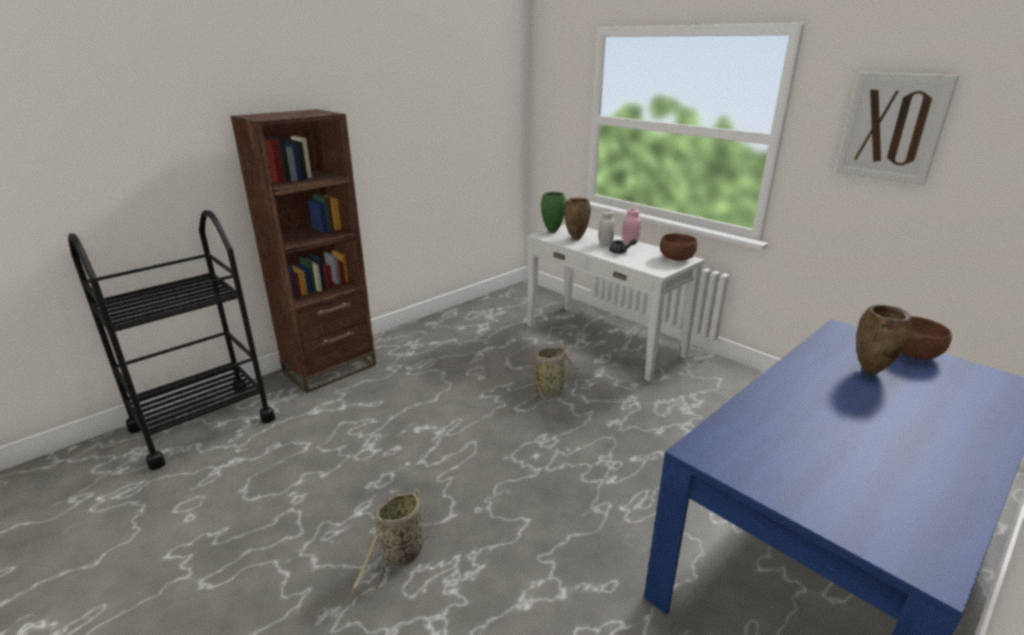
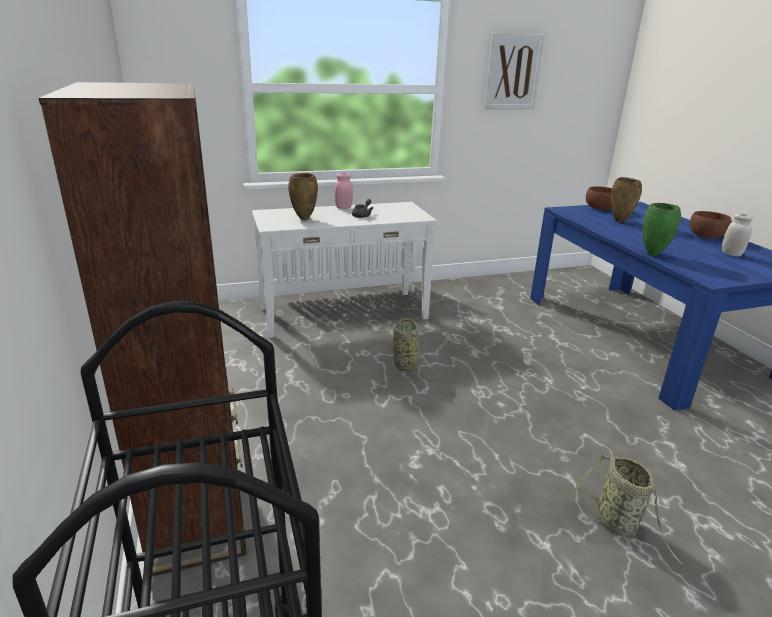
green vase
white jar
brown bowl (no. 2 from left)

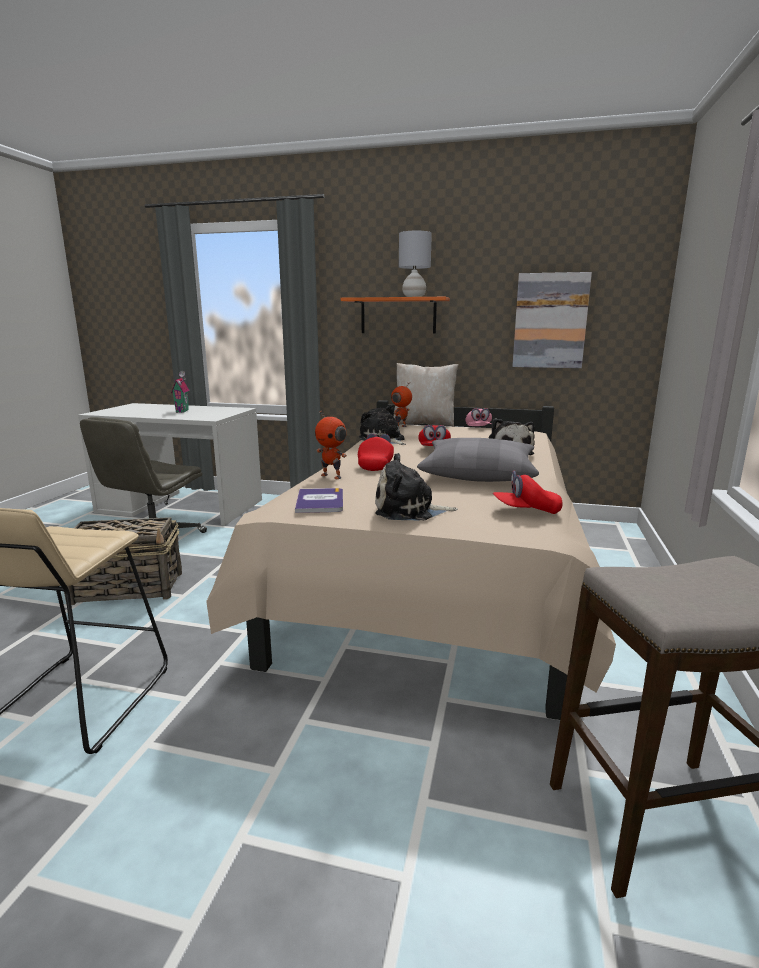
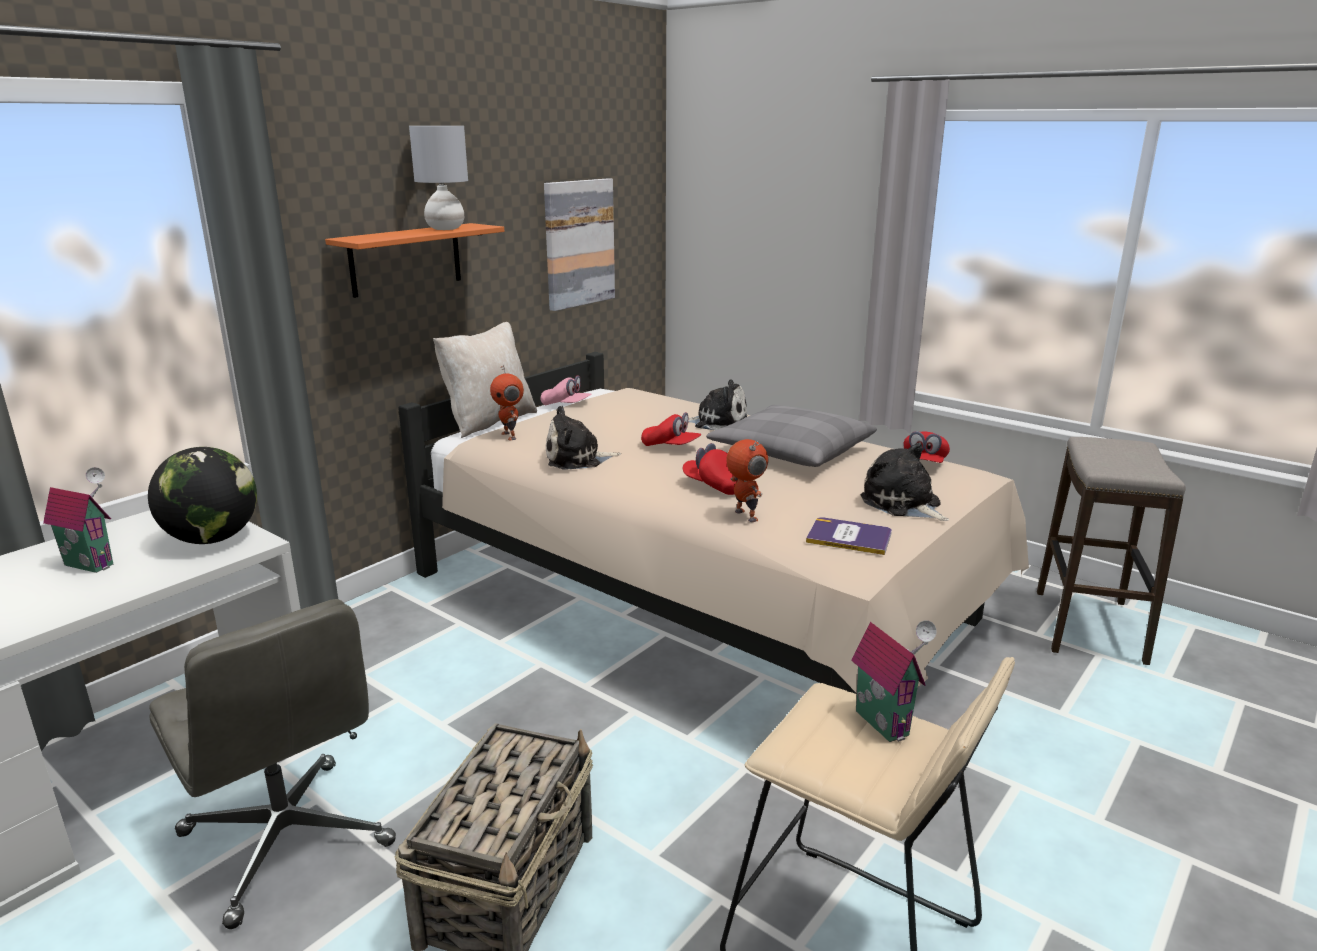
toy robot (no. 2 from left)
plush toy (no. 3 from left)
globe
toy house (no. 2 from left)

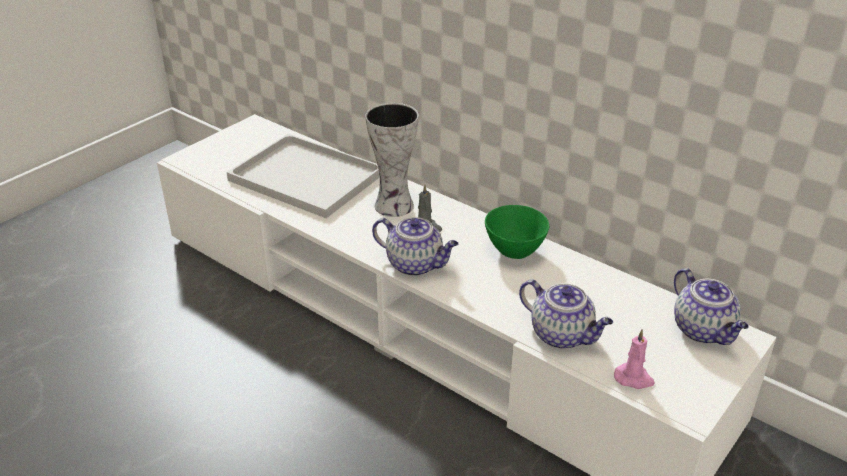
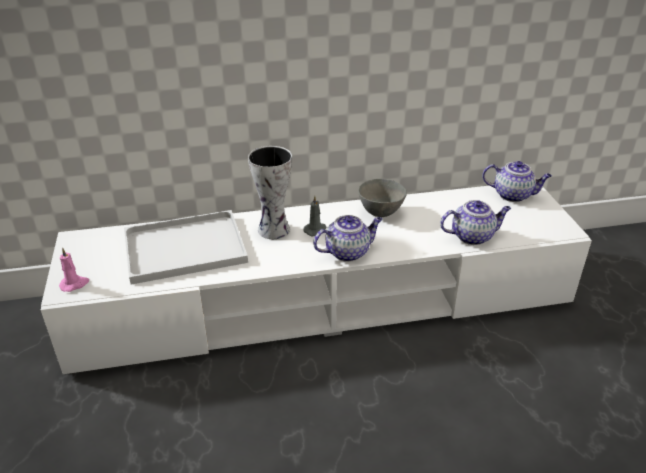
grey bowl
pink candle

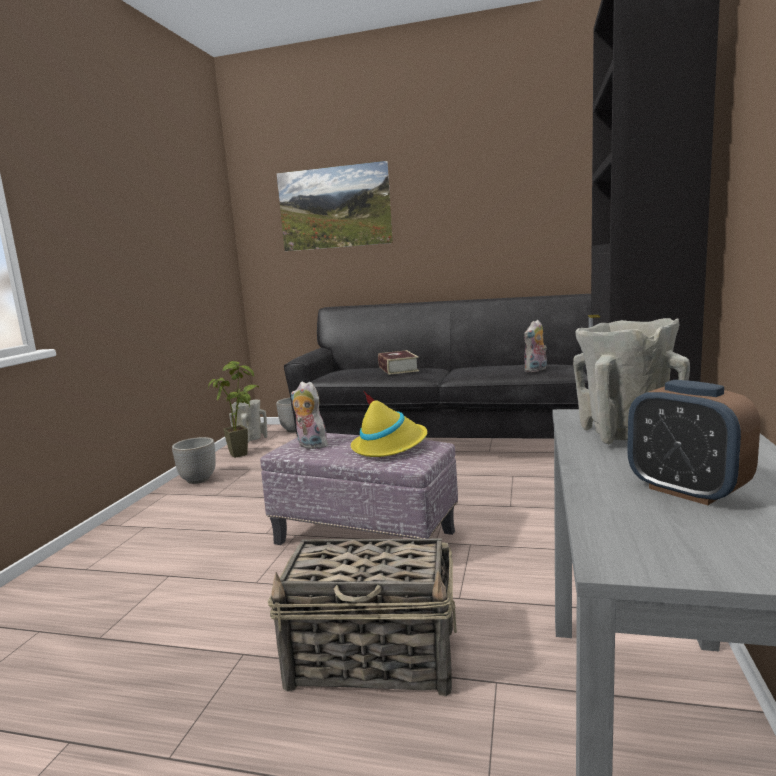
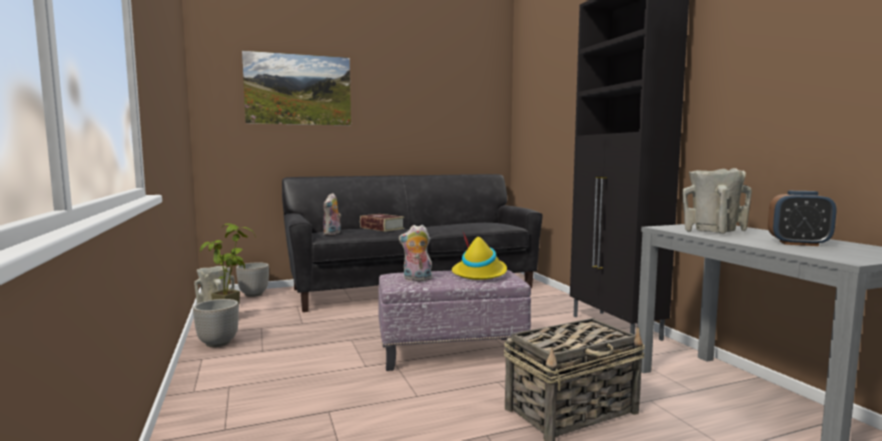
plush toy (no. 1 from left)

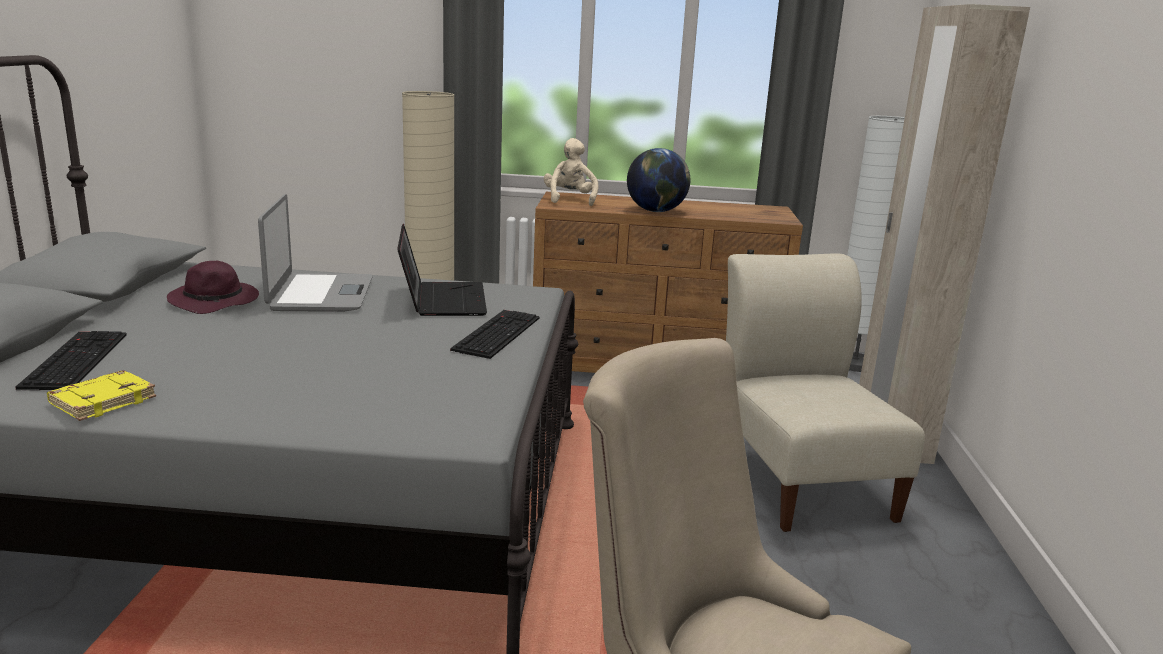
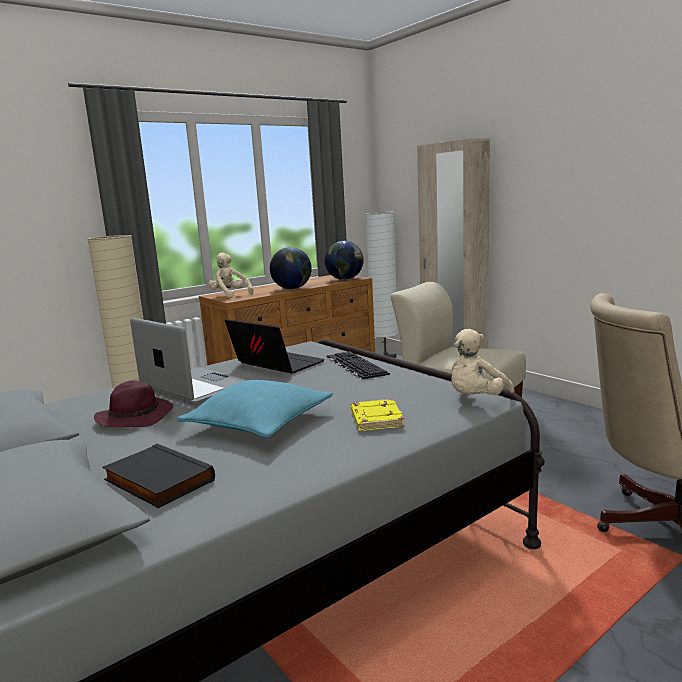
black book
yellow book
turquoise pillow
globe (no. 2 from left)
beige plush toy (no. 2 from left)

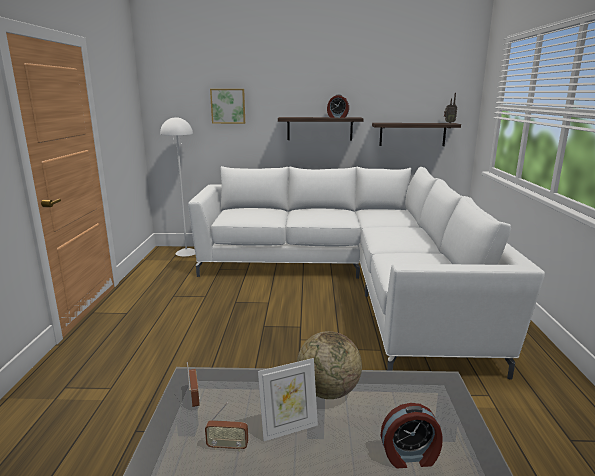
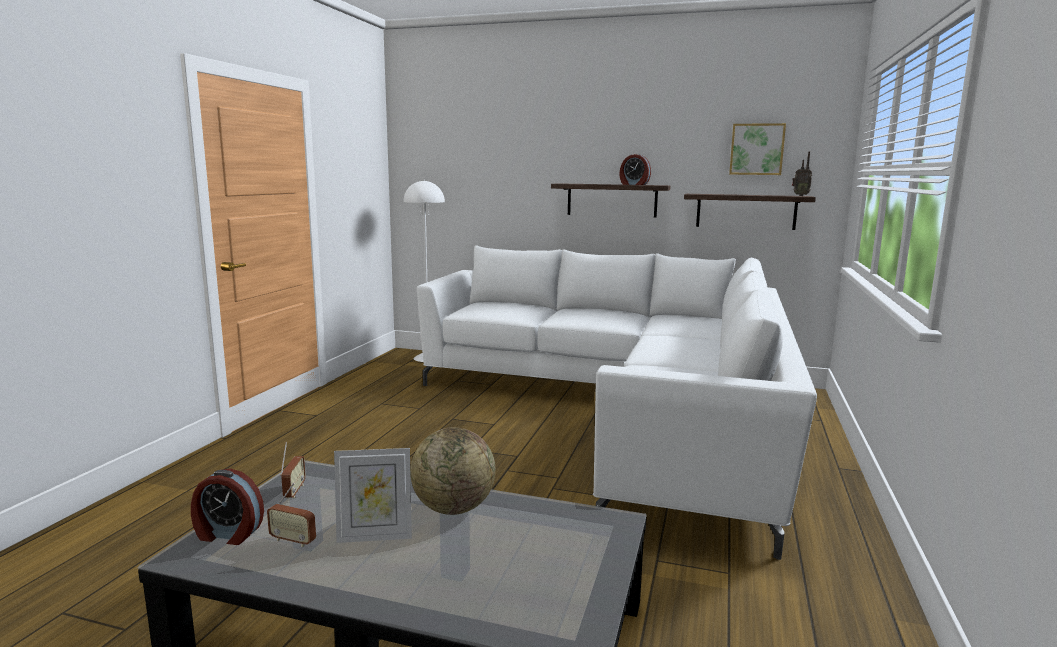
picture
alarm clock (no. 1 from left)

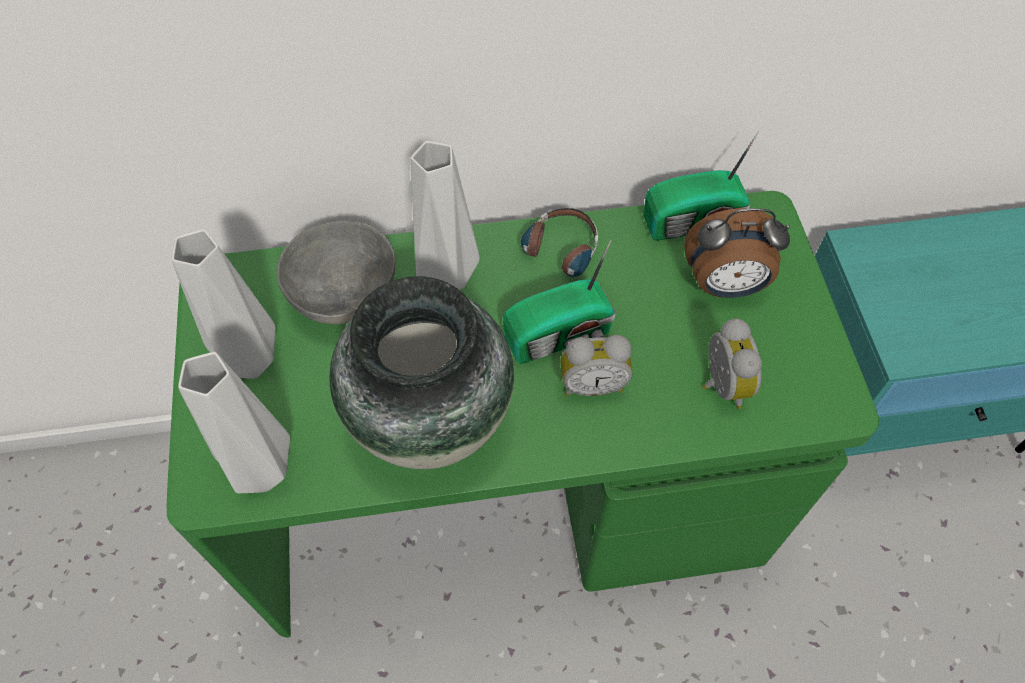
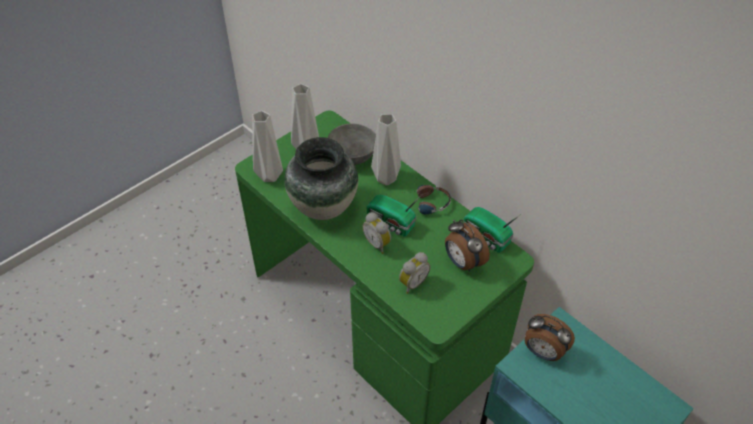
alarm clock (no. 4 from left)

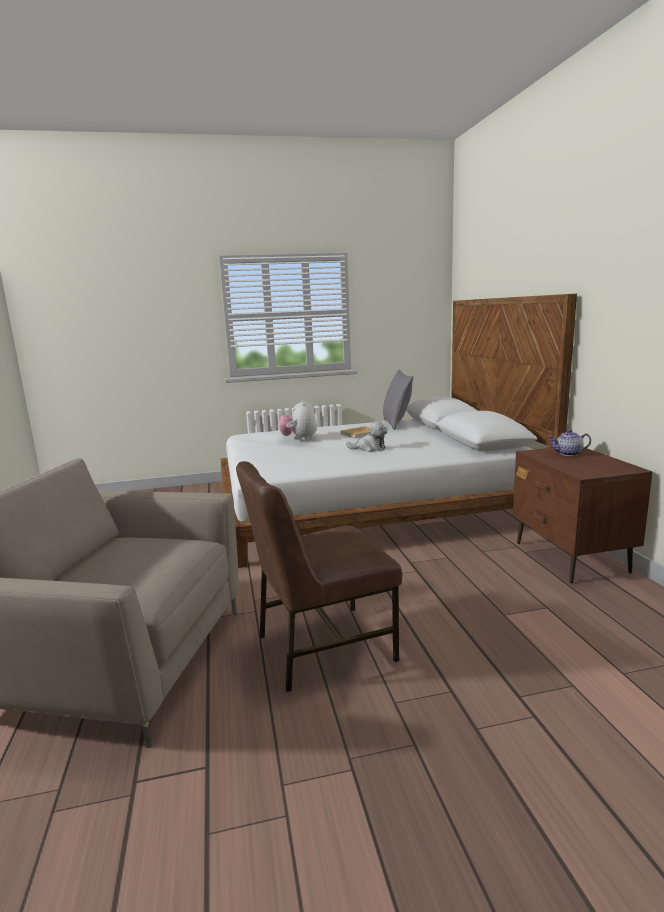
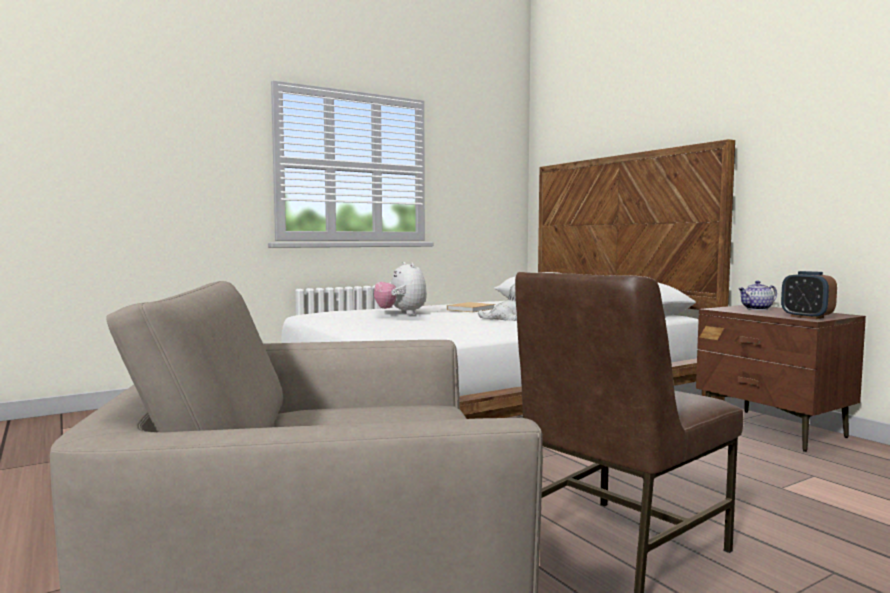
grey pillow
alarm clock

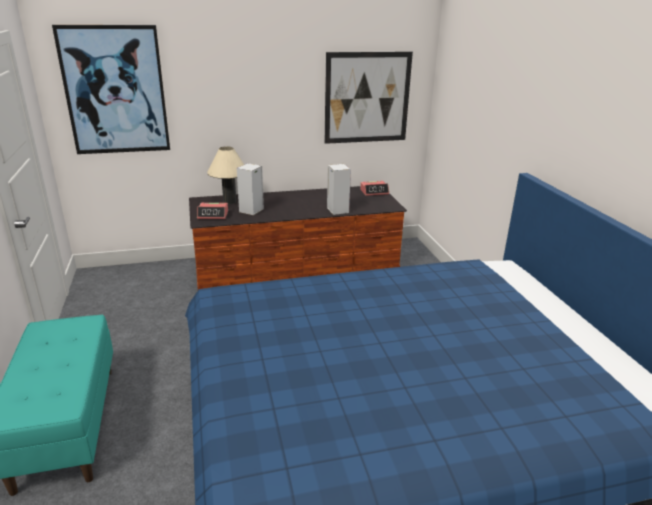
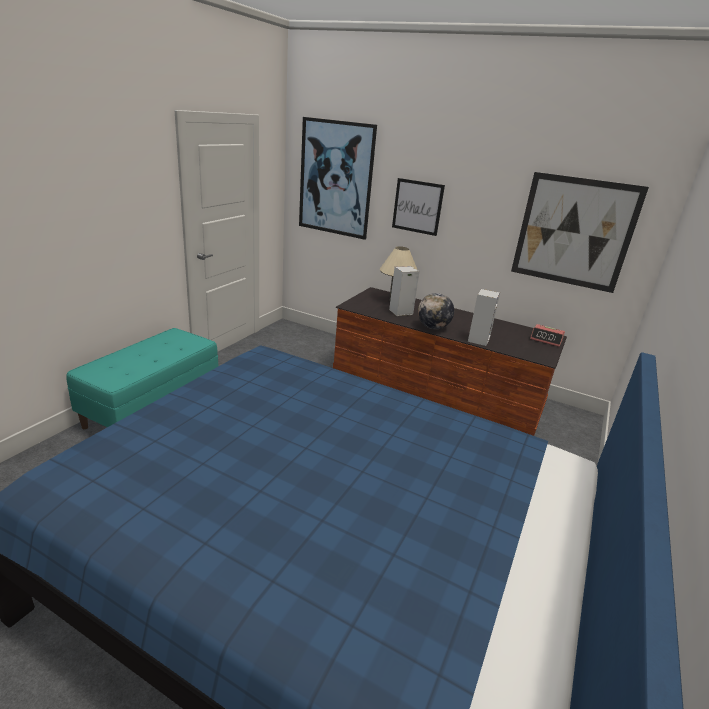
alarm clock (no. 1 from left in the first image)
picture (no. 2 from left)
globe

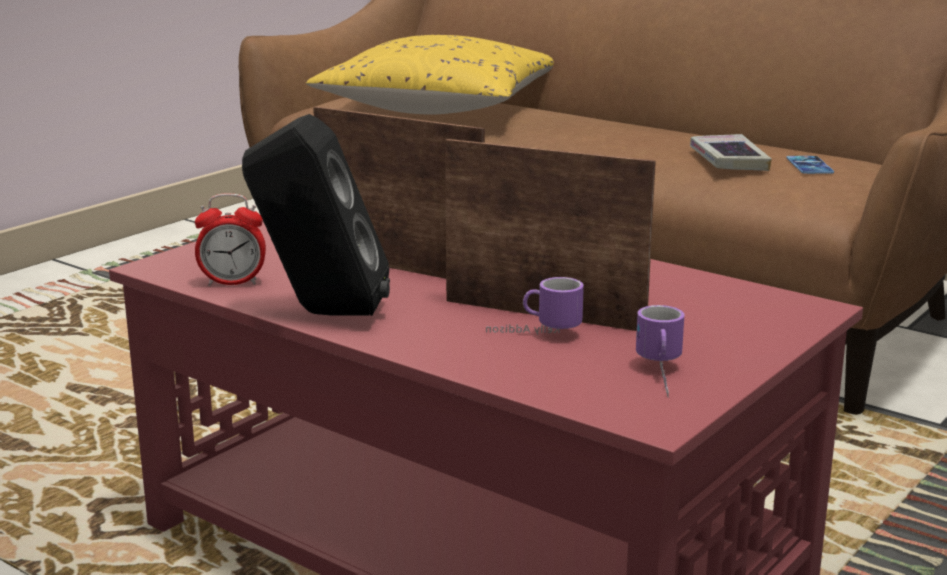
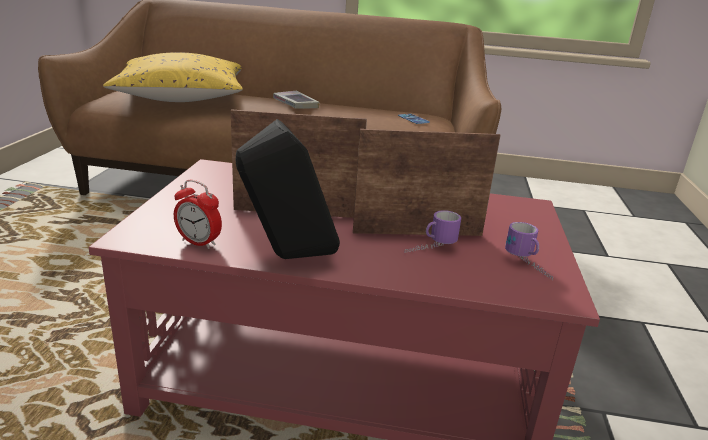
alarm clock
book

